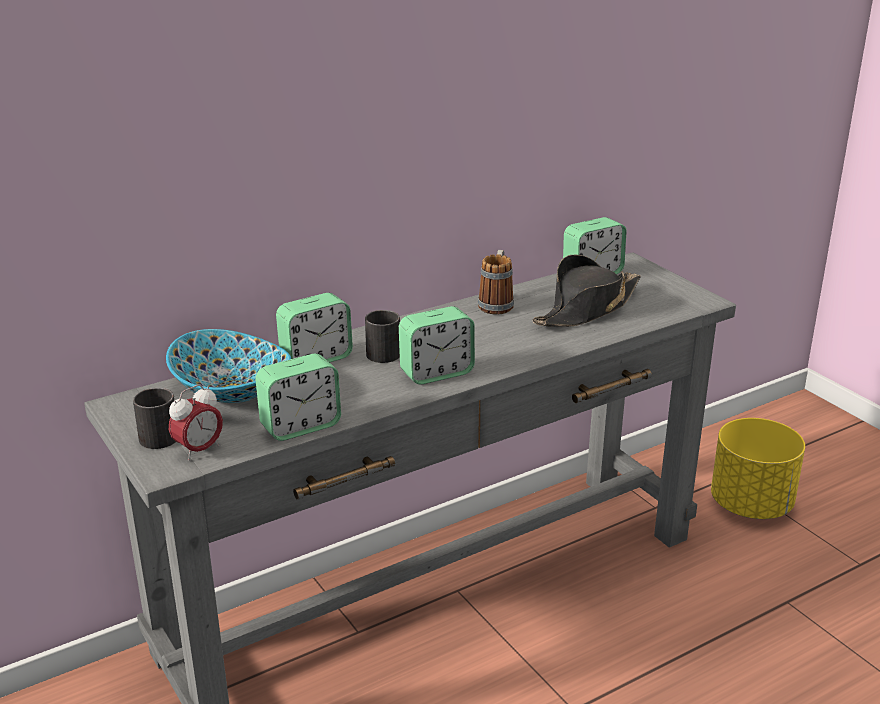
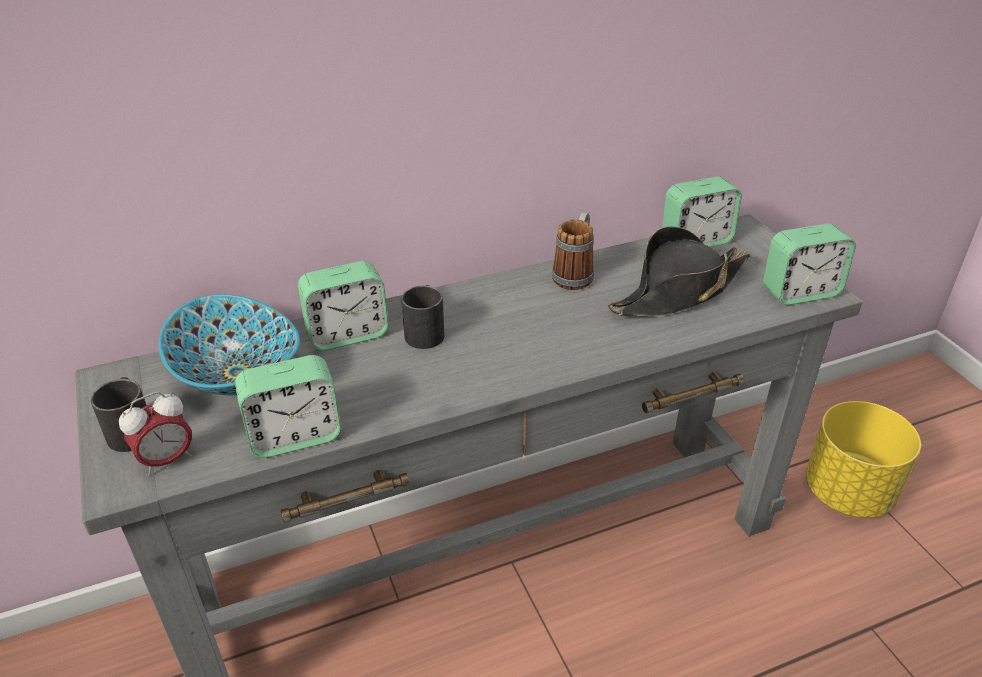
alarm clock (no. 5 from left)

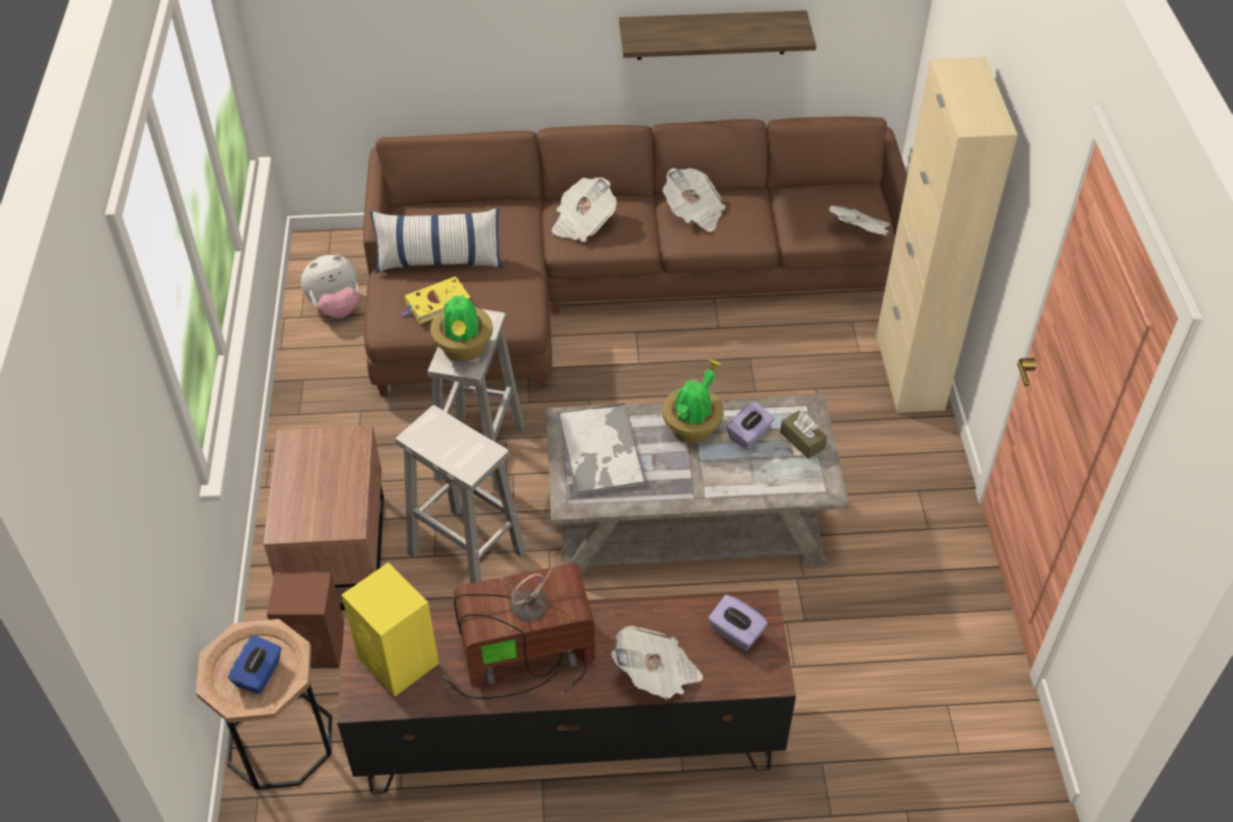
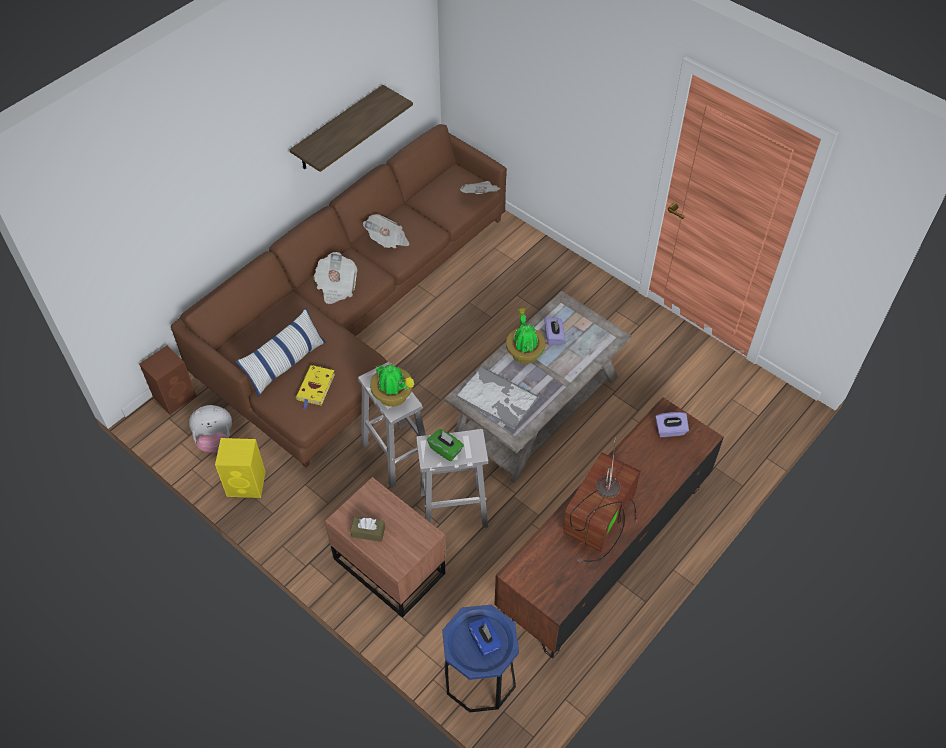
blue side table
brown speaker
plush toy
yellow speaker
newspaper (no. 2 from left in the first image)
brown tissue box
beige cabinet
green tissue box

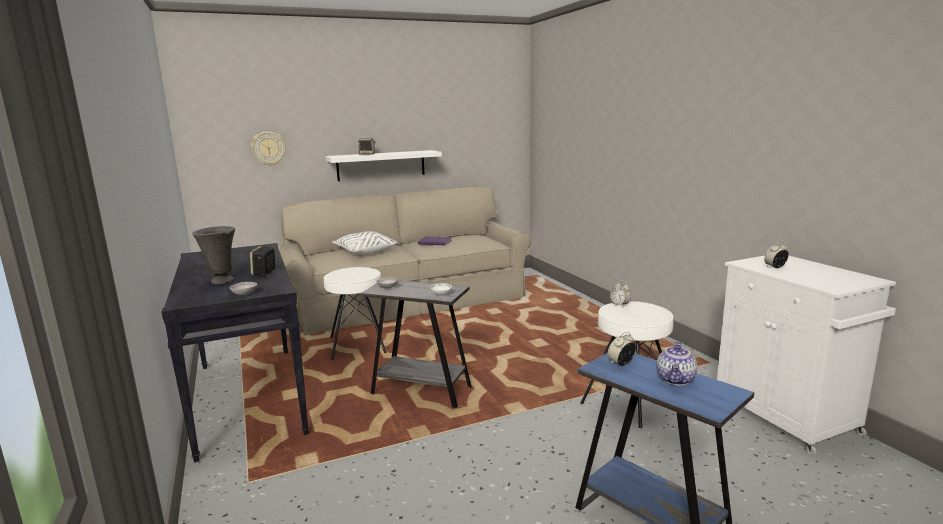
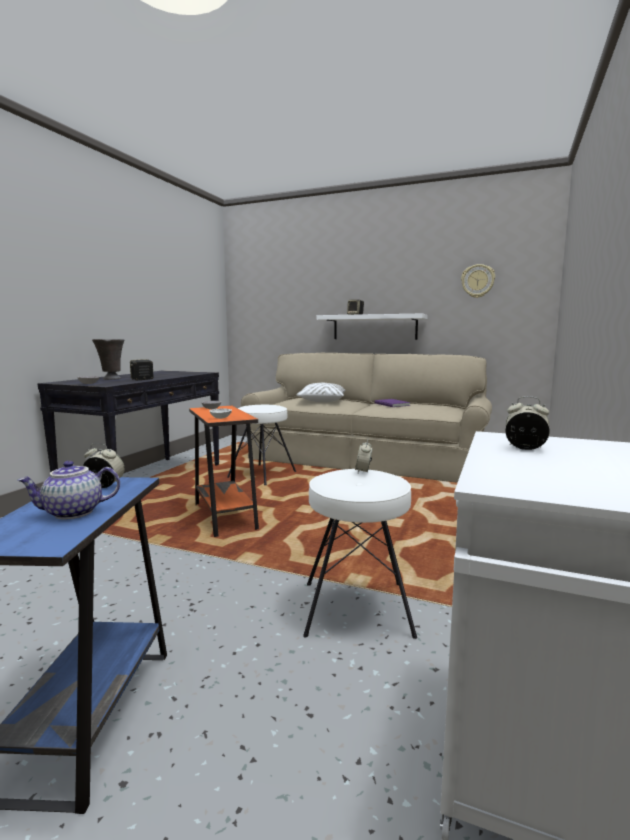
wall clock
orange side table

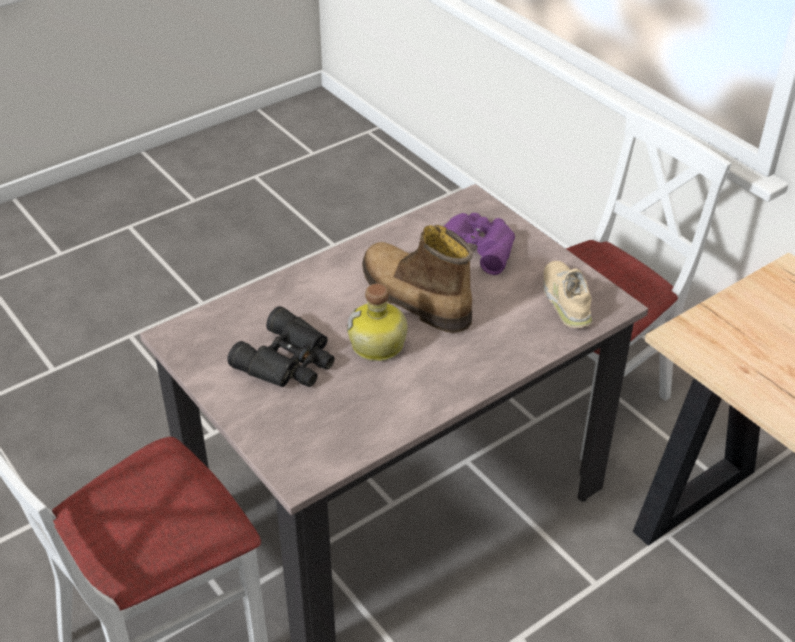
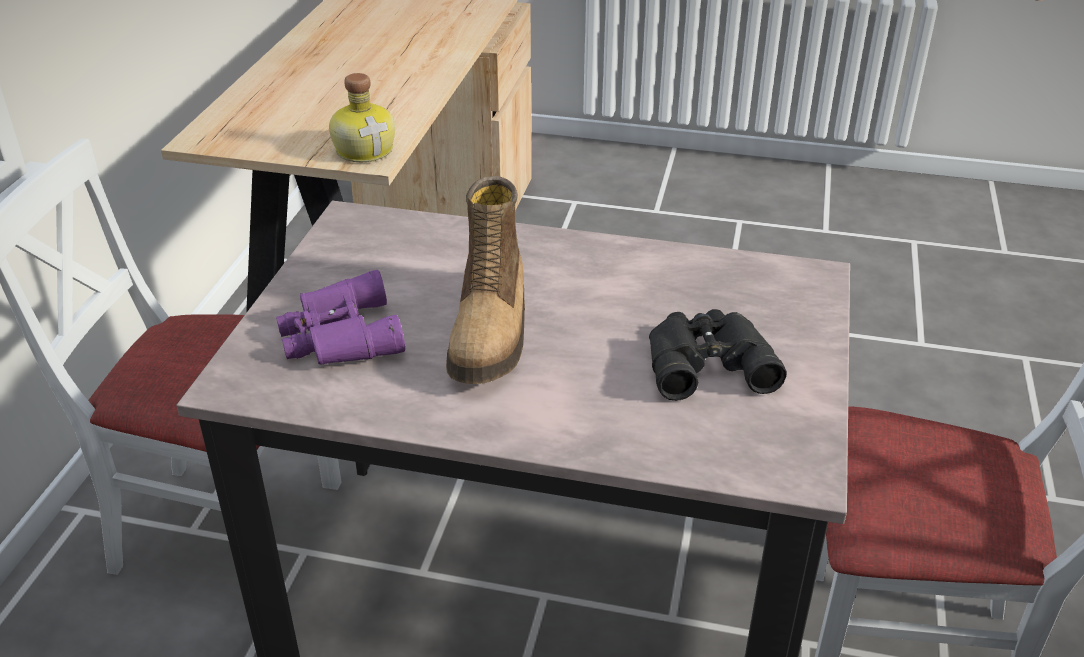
bottle
beige shoe

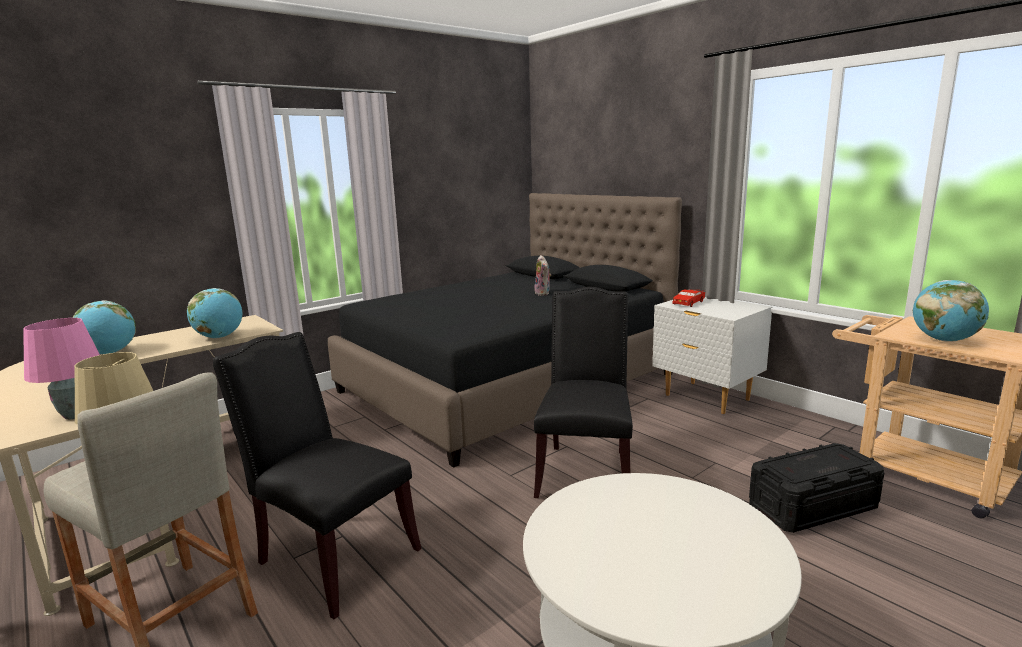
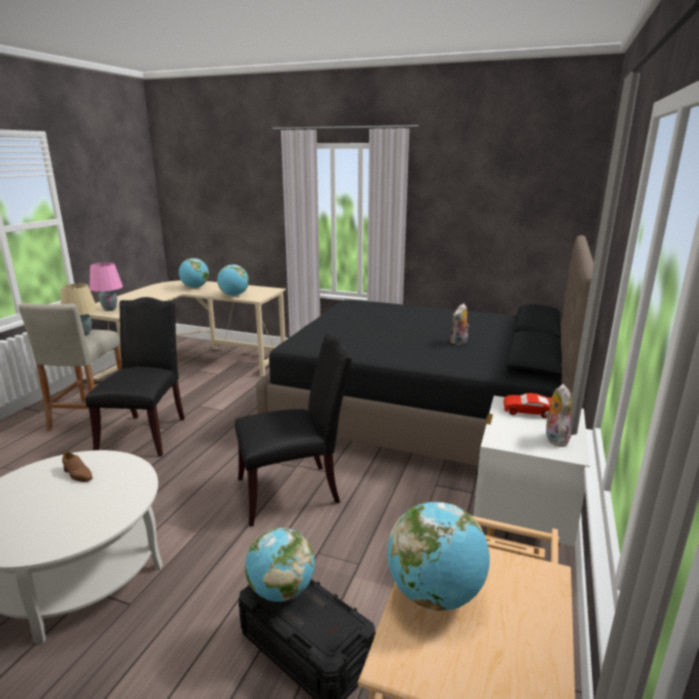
brown shoe
globe (no. 3 from left)
plush toy (no. 2 from left)

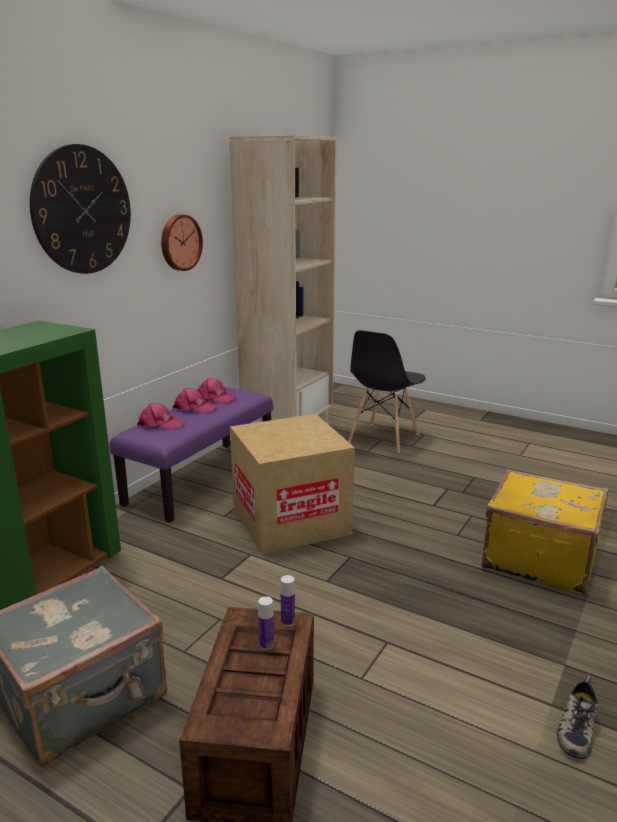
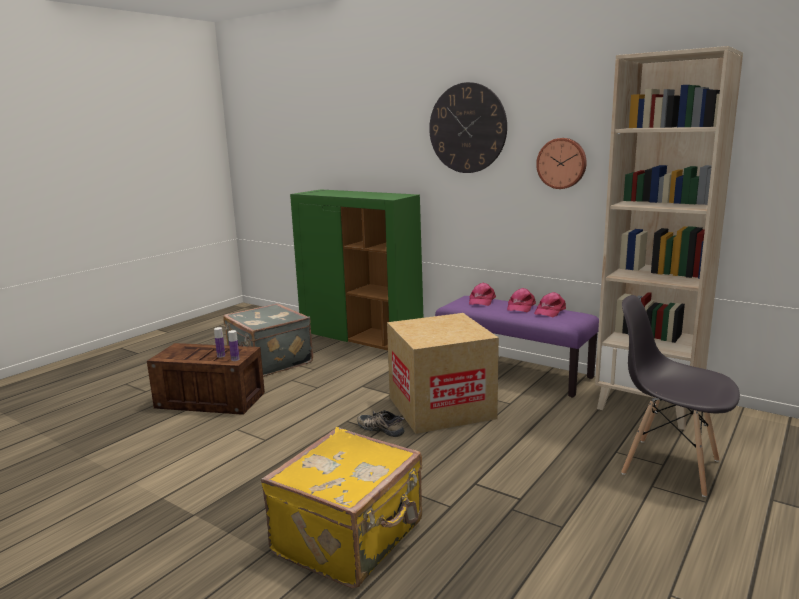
shoe

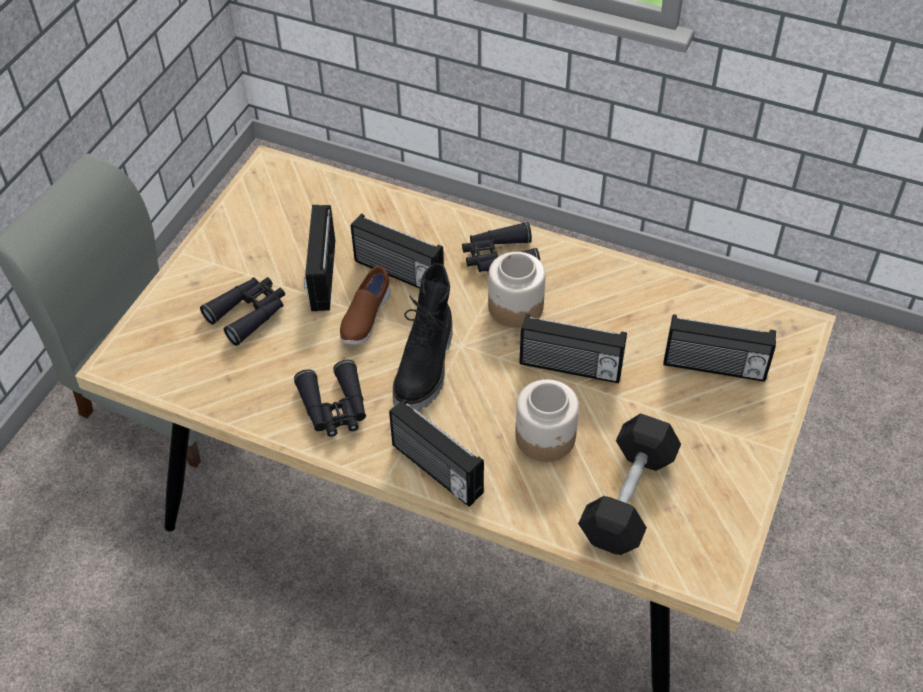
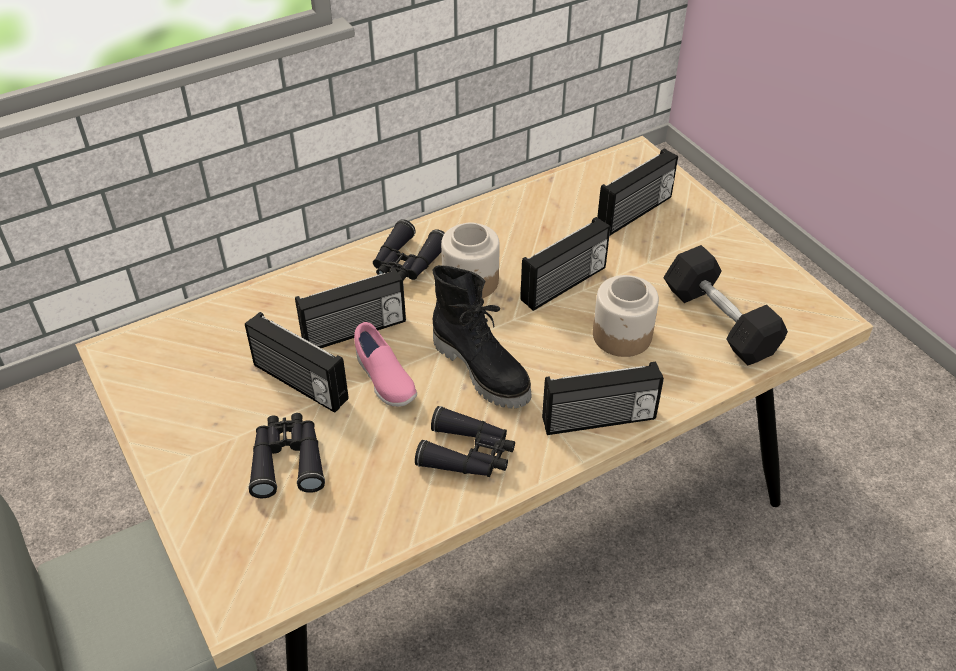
pink shoe

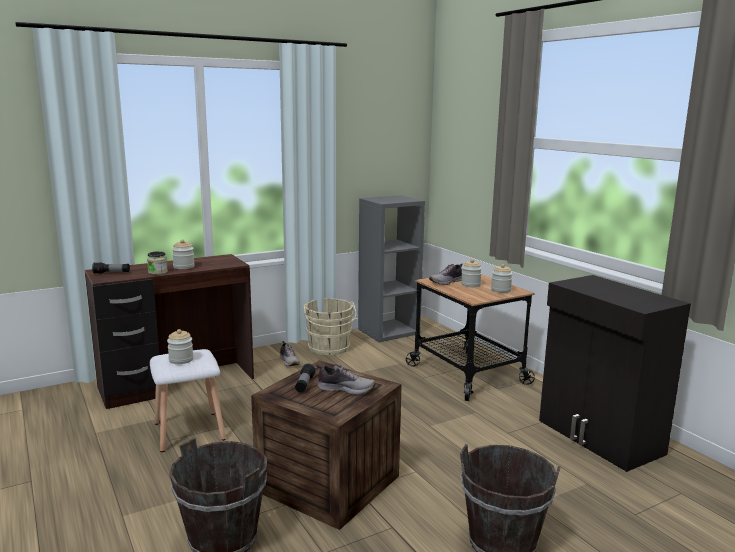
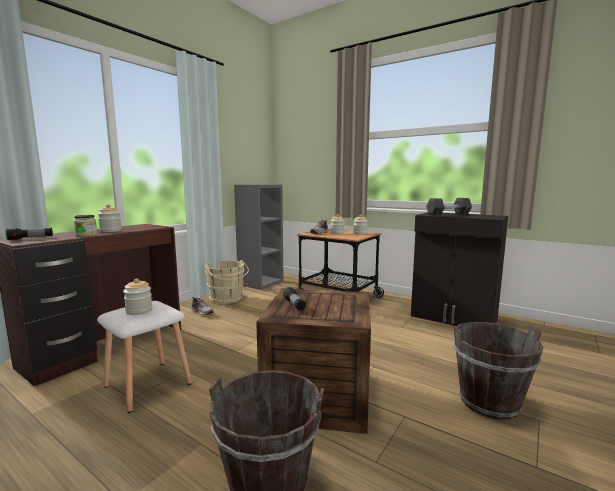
shoe (no. 2 from left in the first image)
grey dumbbell

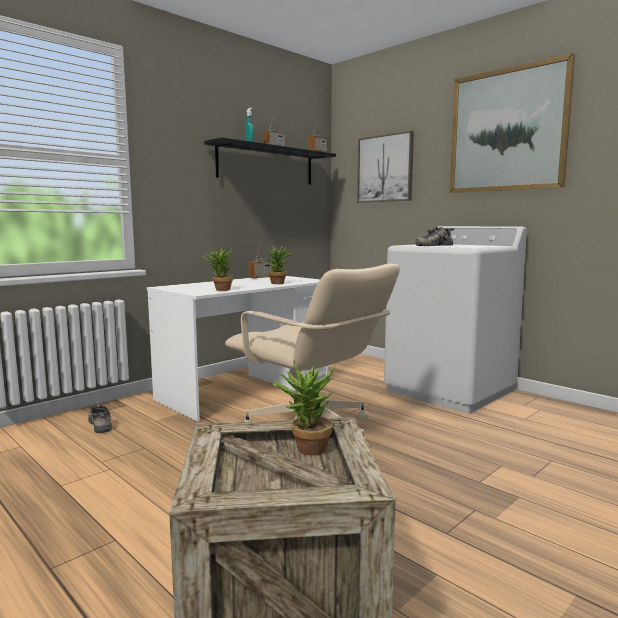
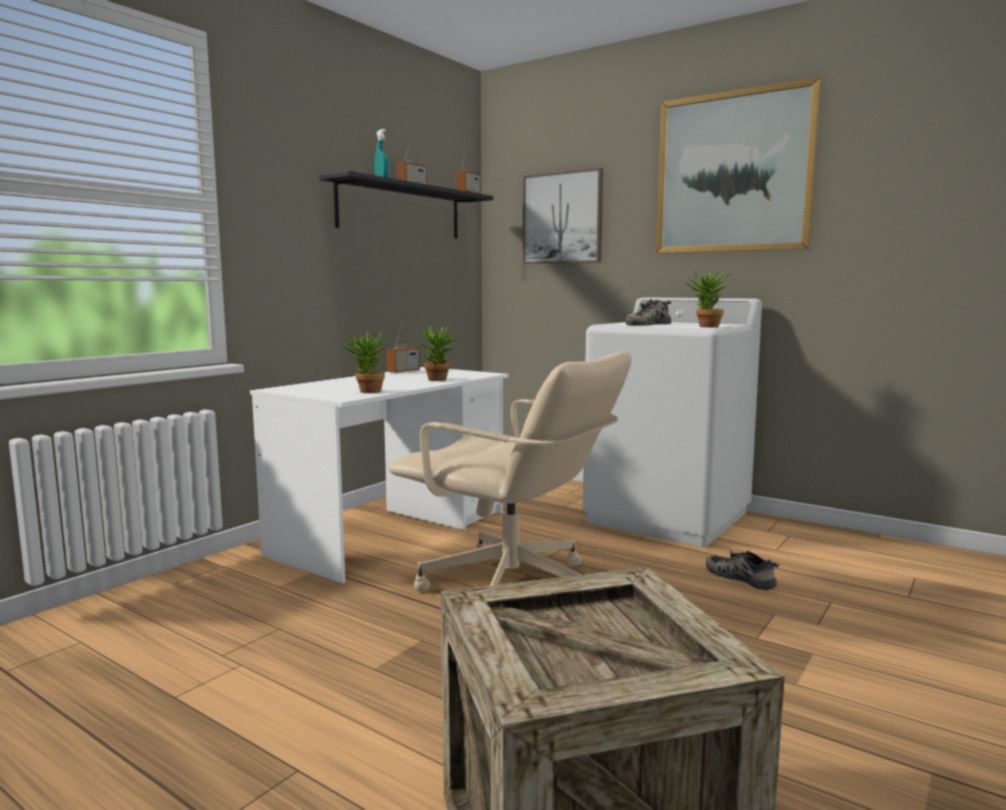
shoe (no. 2 from left)
potted plant (no. 3 from left)

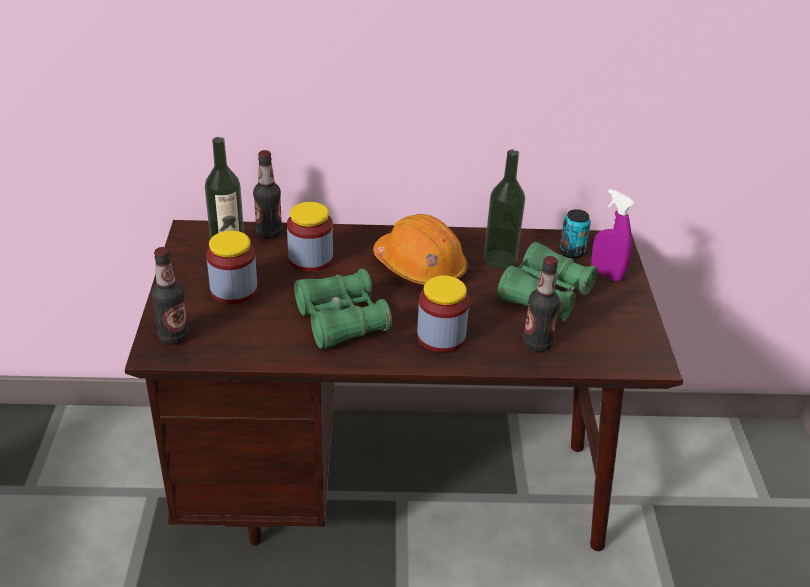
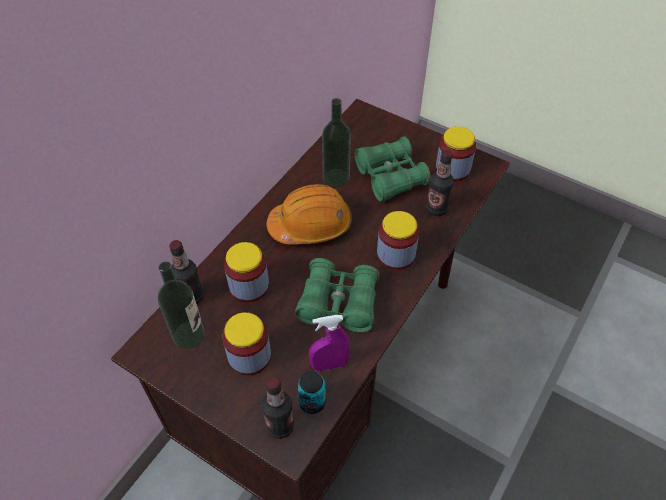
can
purple spray bottle
jar (no. 4 from left)

